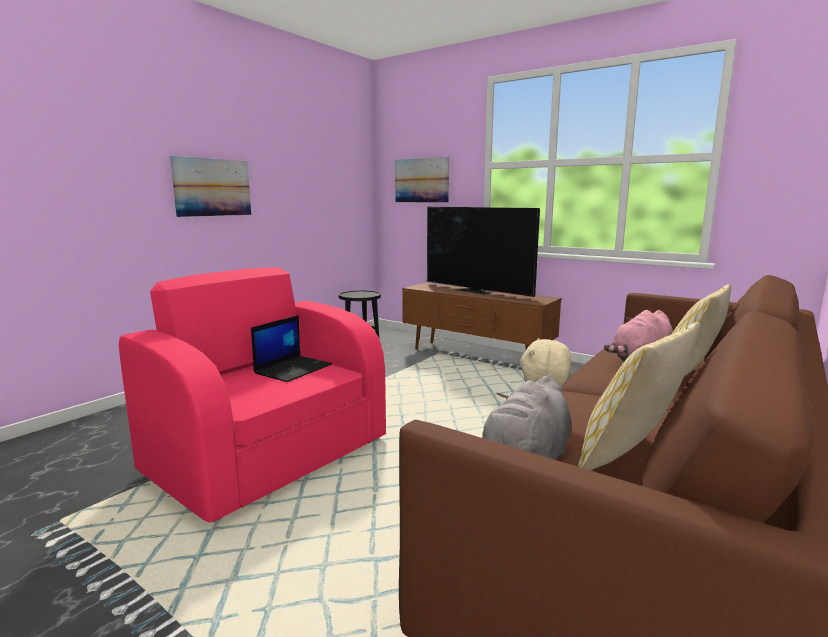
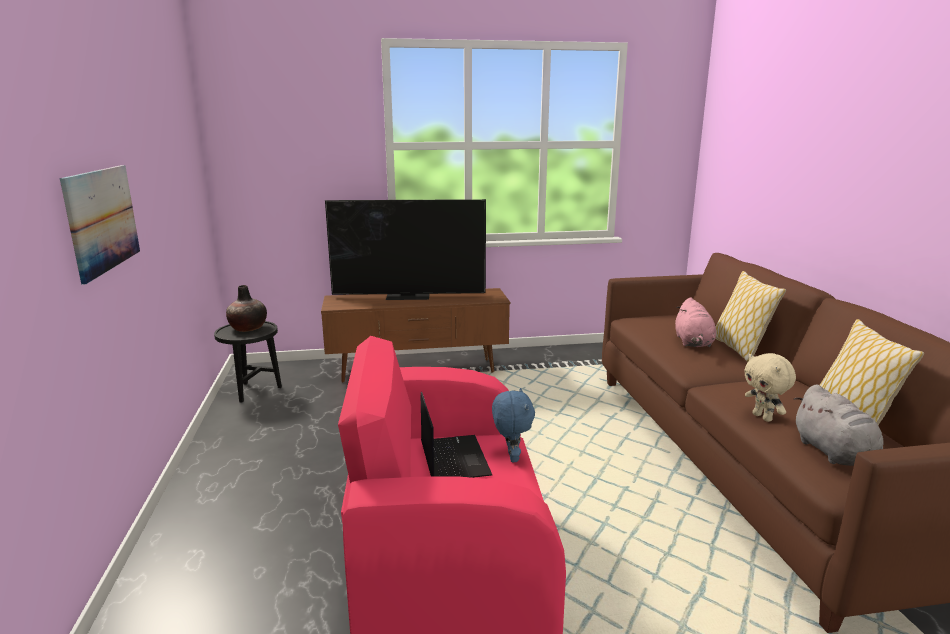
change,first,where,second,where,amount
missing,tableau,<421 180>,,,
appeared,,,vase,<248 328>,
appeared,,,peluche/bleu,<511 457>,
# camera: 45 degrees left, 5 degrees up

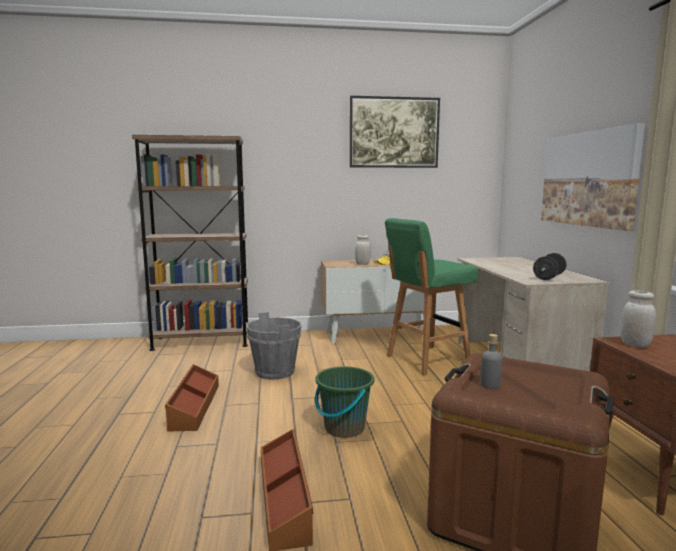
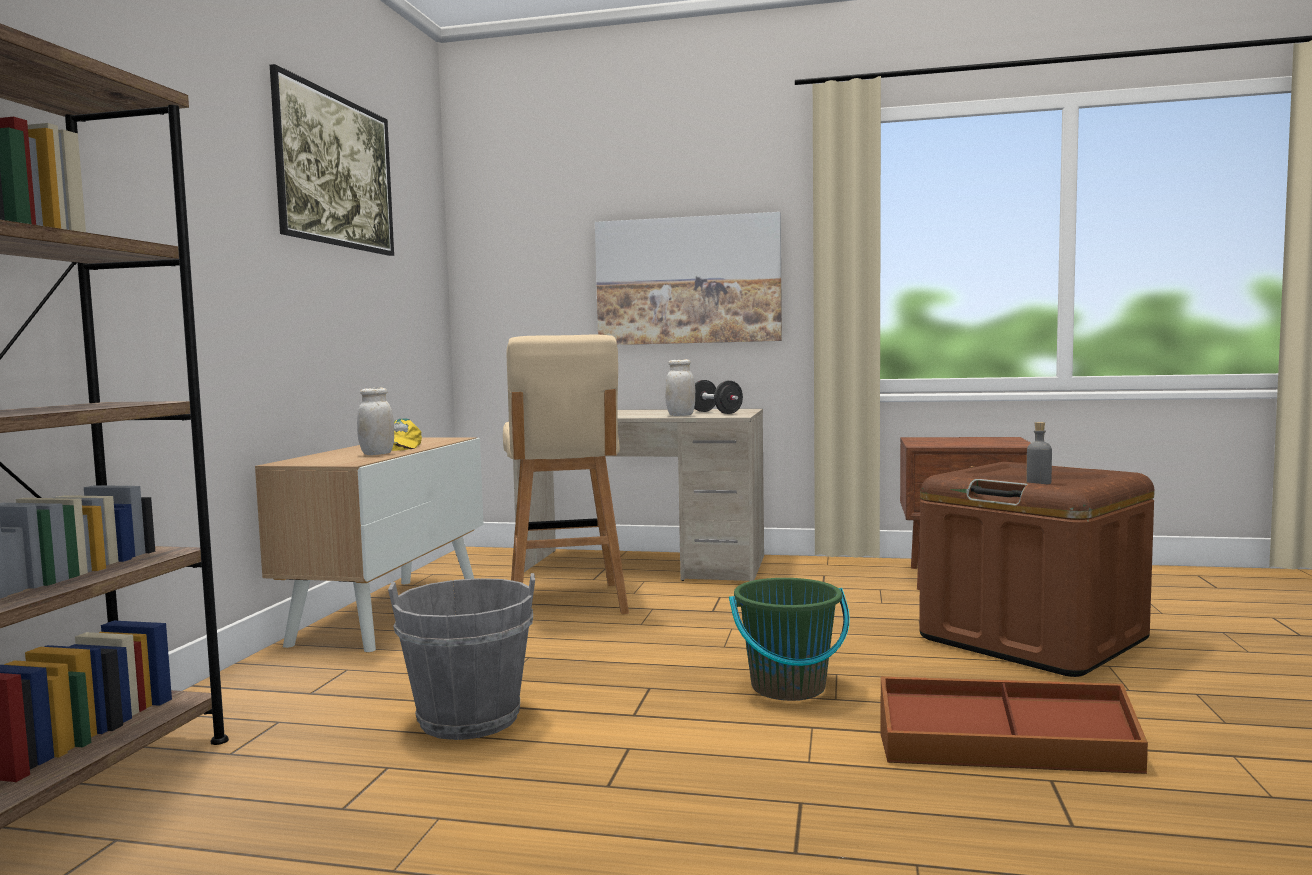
change,first,where,second,where,amount
missing,boîte de rangement/marron,<194 406>,,,
relocated,bocal/blanc,<635 345>,,<680 415>,
colour,tabouret/vert,<426 360>,tabouret/beige,<566 603>,
# camera: 70 degrees left, 5 degrees down

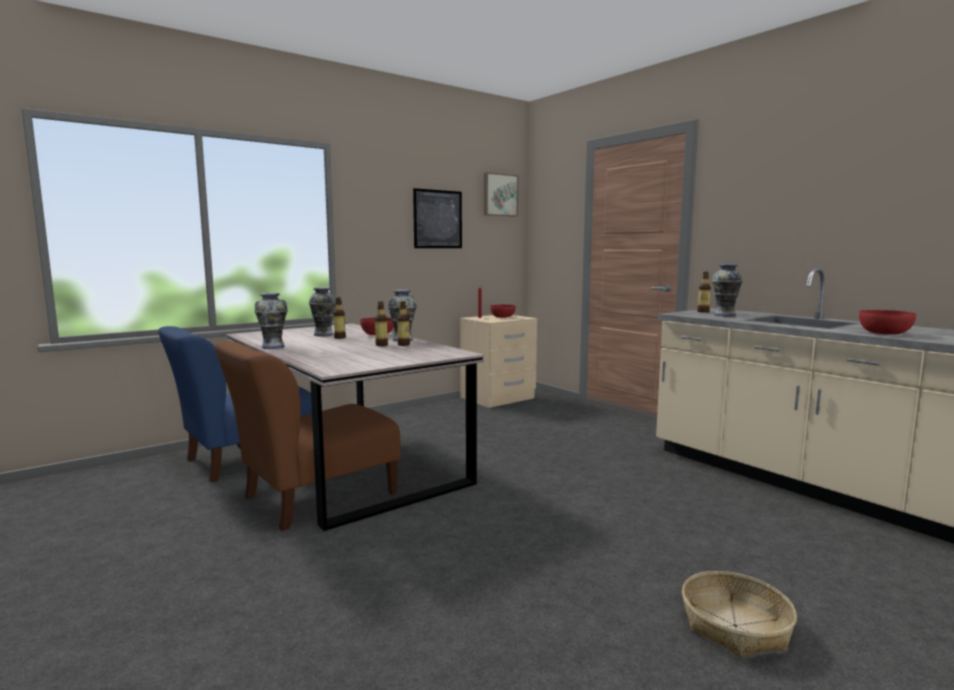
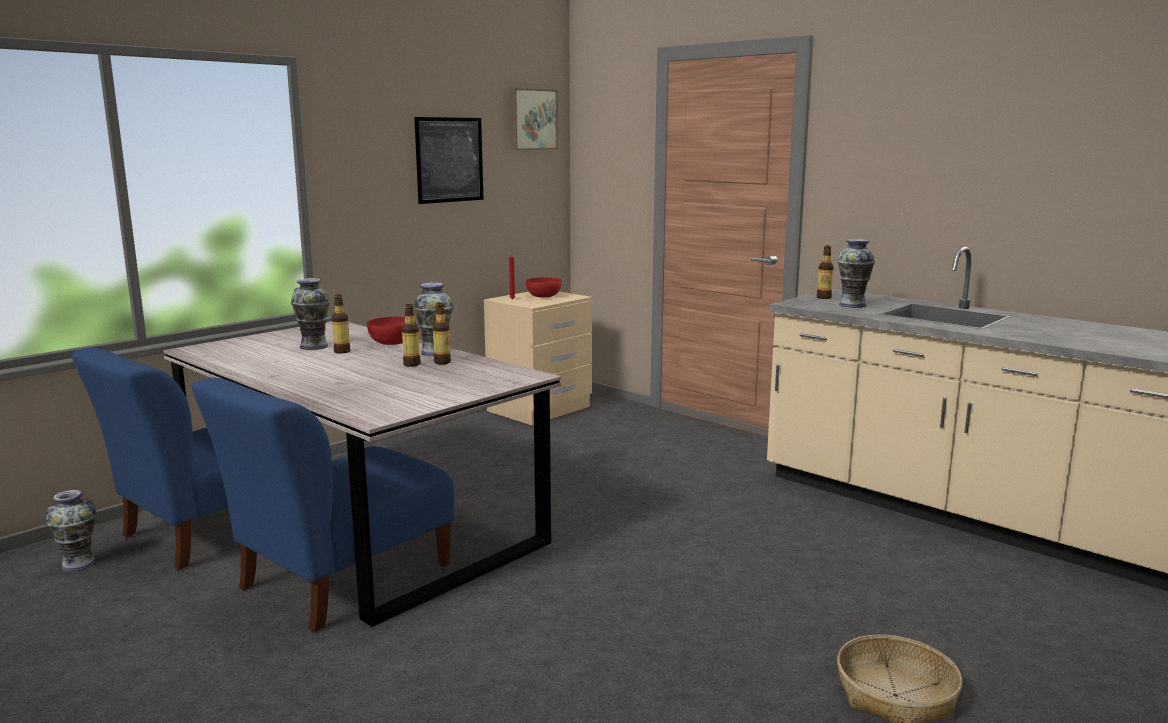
change,first,where,second,where,amount
missing,bol/rouge,<885 333>,,,
relocated,vase,<273 347>,,<79 564>,
colour,chaise/marron,<314 498>,chaise/bleu,<339 580>,
# camera: 10 degrees left, 5 degrees up

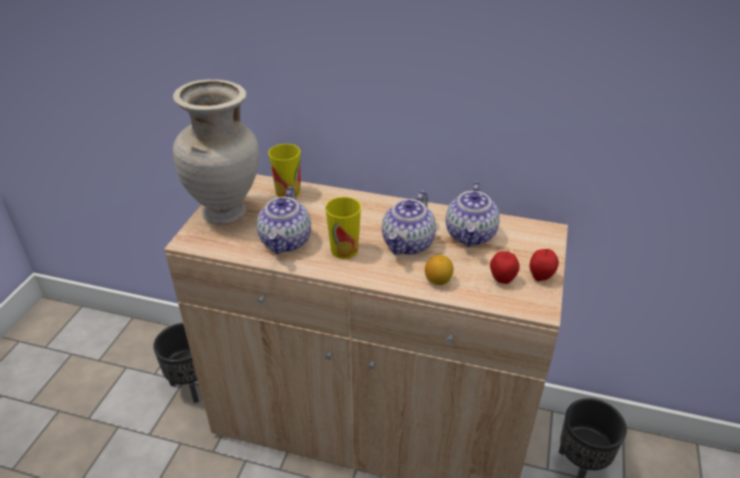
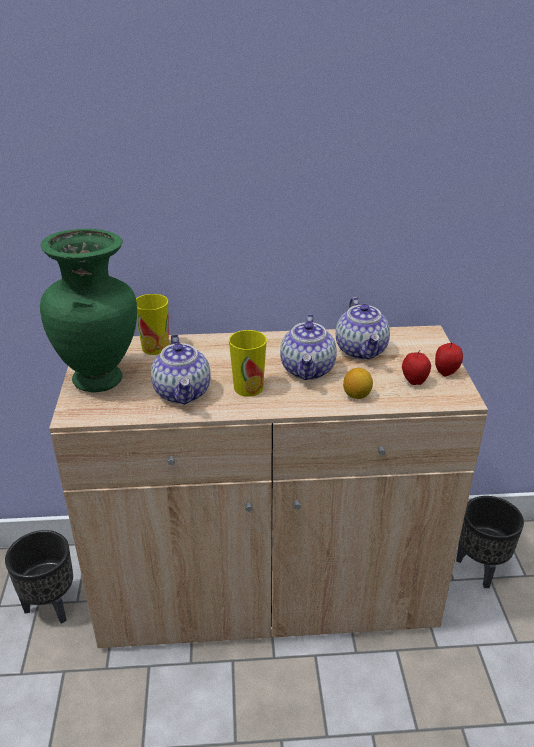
change,first,where,second,where,amount
colour,vase/beige,<227 214>,vase/vert,<100 380>,
# camera: 20 degrees left, 5 degrees down

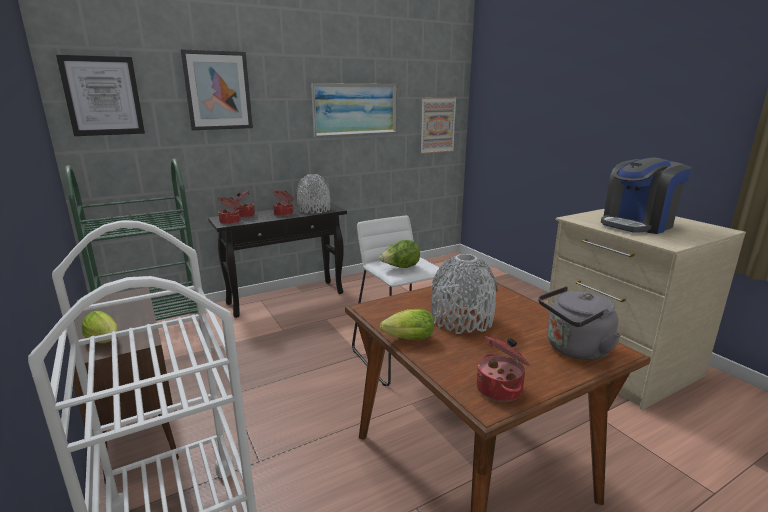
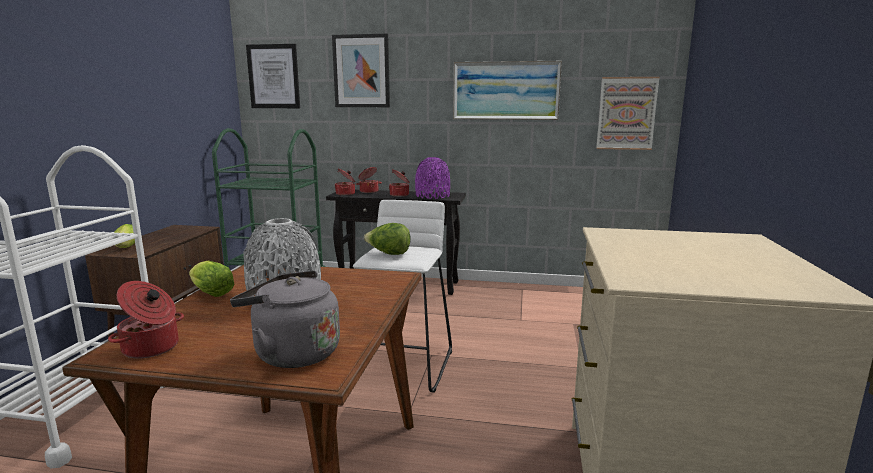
change,first,where,second,where,amount
missing,machine à café,<637 224>,,,
colour,vase/gris,<314 210>,vase/violet,<432 196>,
# camera: 40 degrees right, 5 degrees down

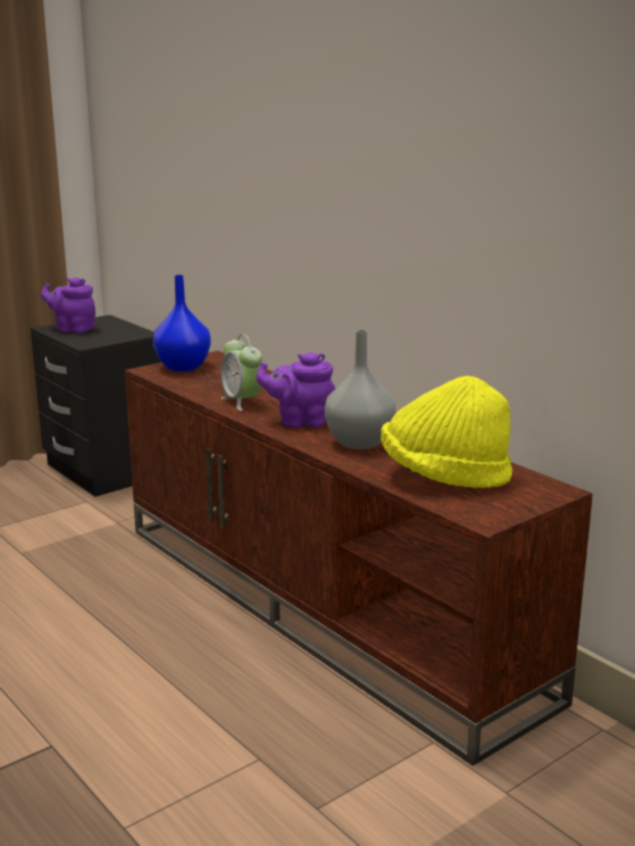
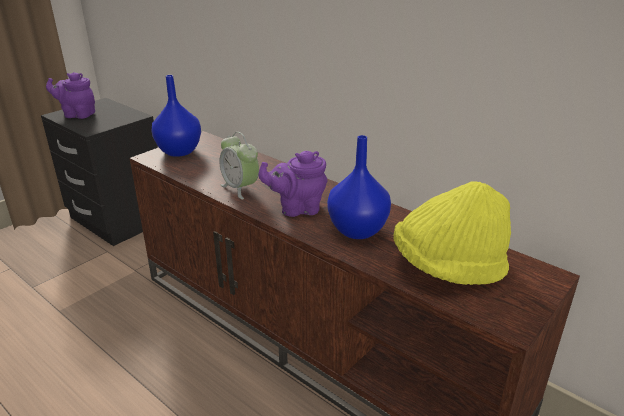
change,first,where,second,where,amount
colour,vase/gris,<358 443>,vase/bleu,<356 231>,
# camera: 10 degrees left, 10 degrees up

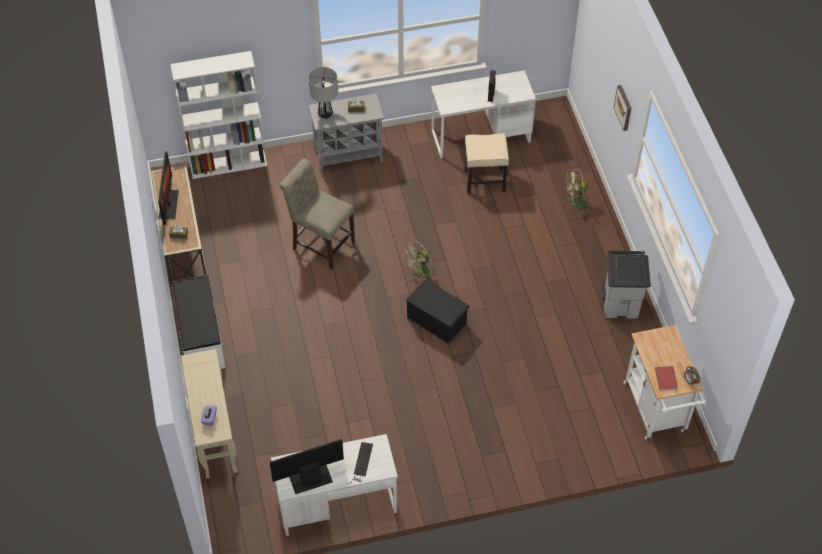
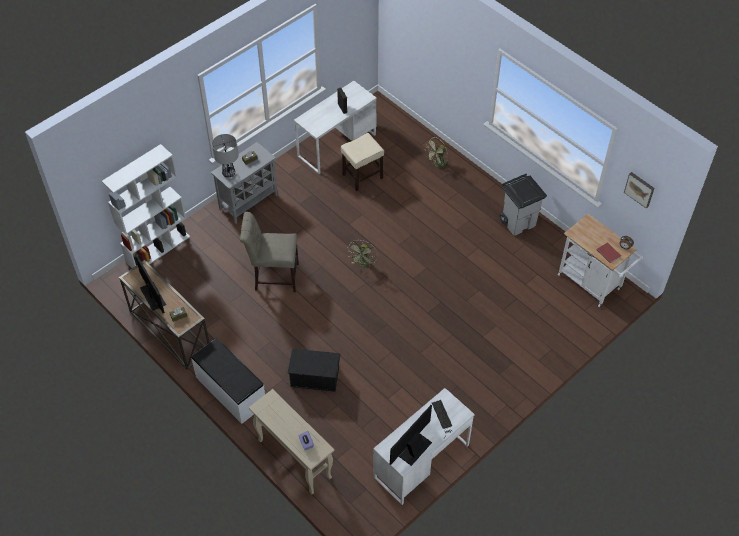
change,first,where,second,where,amount
relocated,boîte de rangement/noir,<437 319>,,<314 376>,
relocated,tableau,<624 107>,,<640 189>,
# camera: 30 degrees left, 0 degrees up

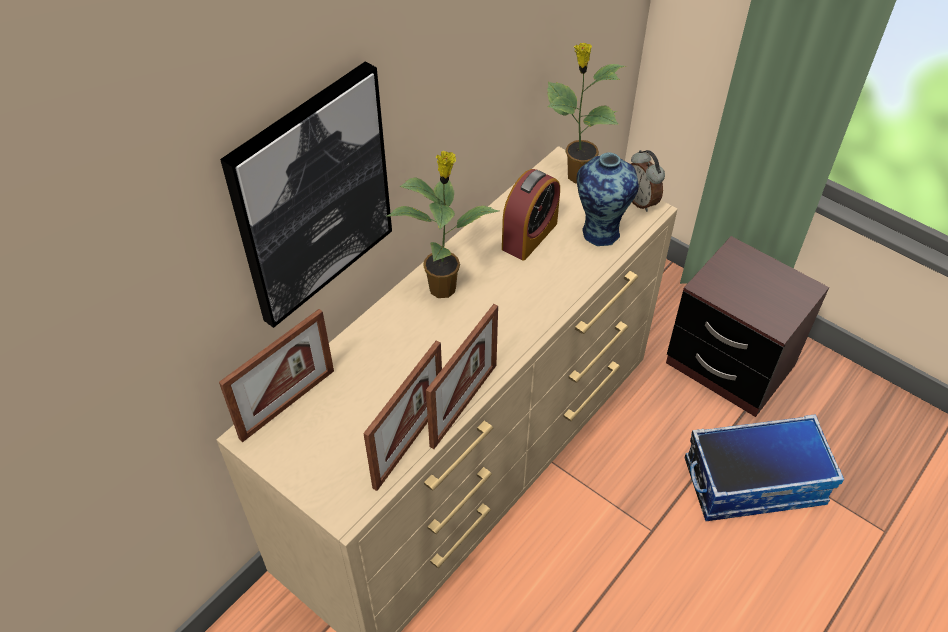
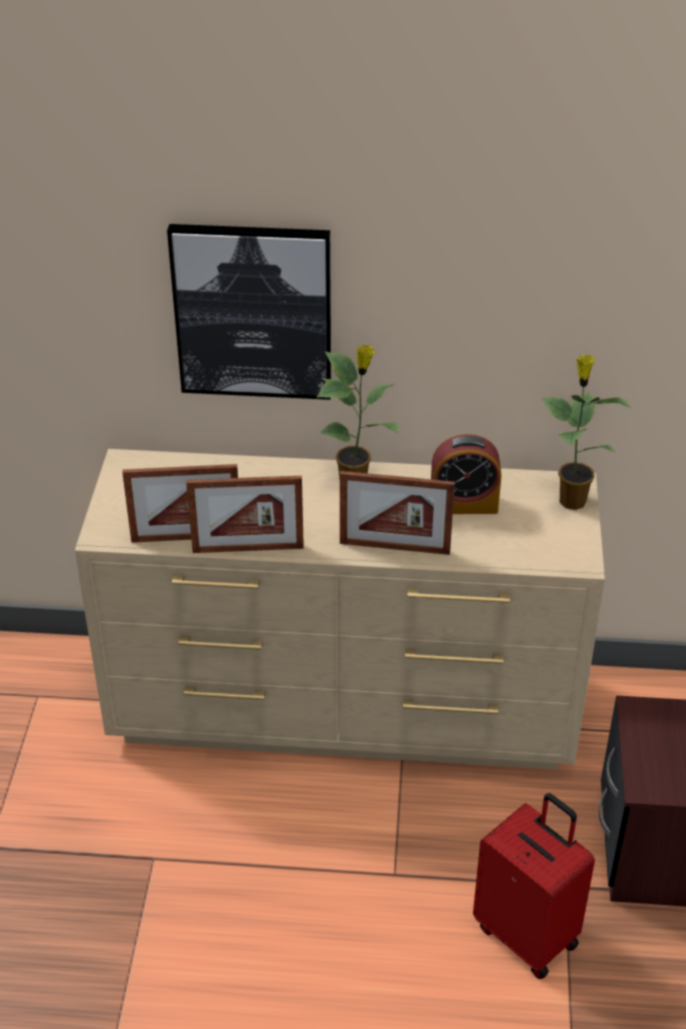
change,first,where,second,where,amount
missing,vase,<600 231>,,,
missing,réveil,<641 201>,,,
relocated,cadre photo,<287 404>,,<394 547>,
exchanged,boîte de rangement,<754 481>,valise/rouge,<528 934>,
# camera: 55 degrees right, 10 degrees down

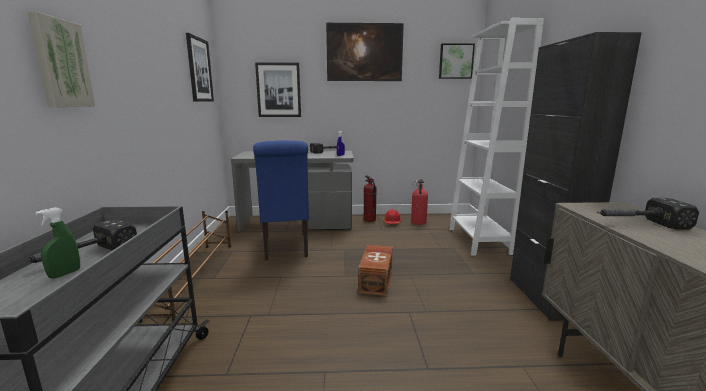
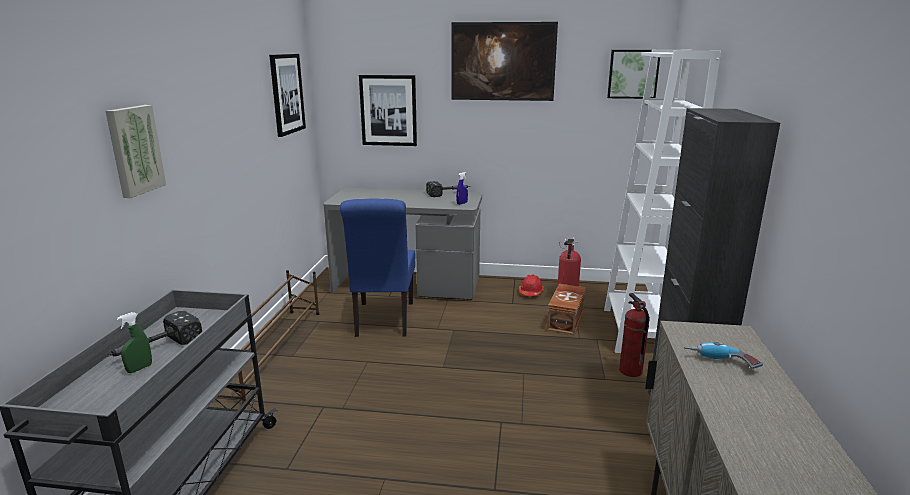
change,first,where,second,where,amount
relocated,boîte de rangement/marron,<377 280>,,<566 320>,
relocated,extincteur,<369 220>,,<630 371>,
exchanged,marteau,<636 223>,perceuse,<720 363>,
# camera: 10 degrees right, 5 degrees up

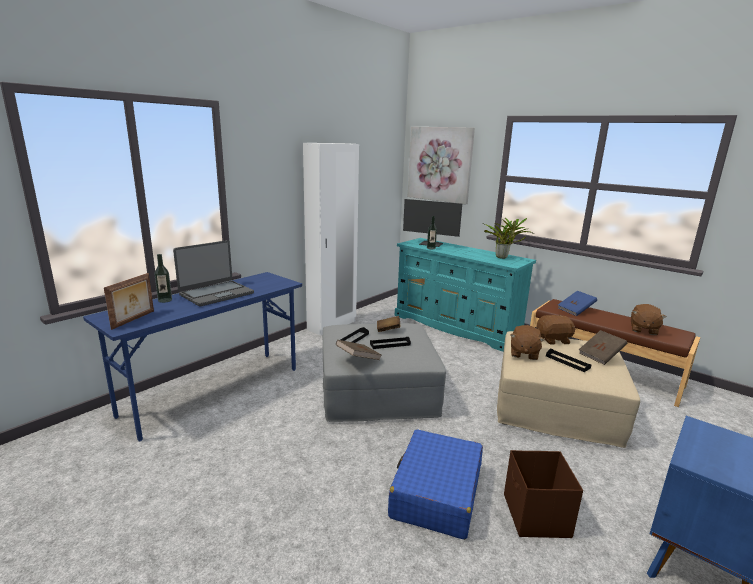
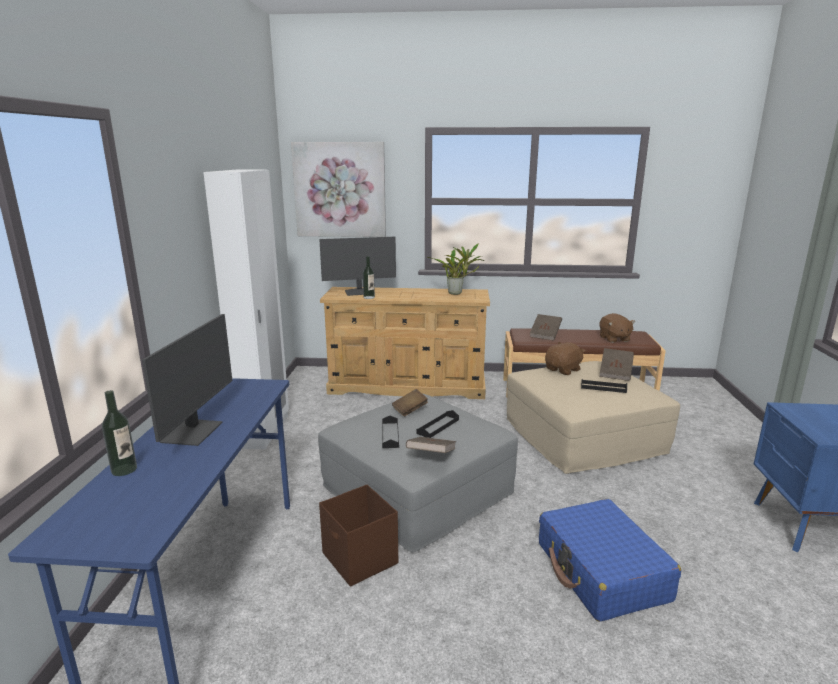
change,first,where,second,where,amount
missing,cadre photo,<134 320>,,,
missing,peluche/marron,<524 353>,,,
relocated,boîte de rangement/marron,<536 516>,,<360 559>,
exchanged,ordinateur portable,<216 294>,écran d'ordinateur,<194 432>,
colour,commode/turquoise,<456 326>,commode/beige,<408 386>,
colour,livre/bleu,<575 310>,livre/marron,<545 335>,
# camera: 35 degrees left, 0 degrees up

